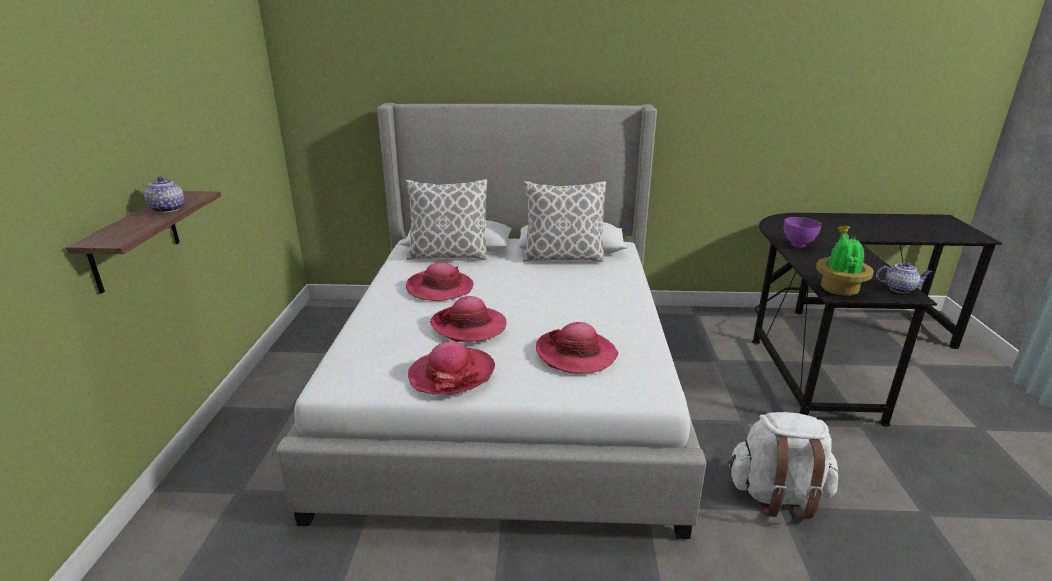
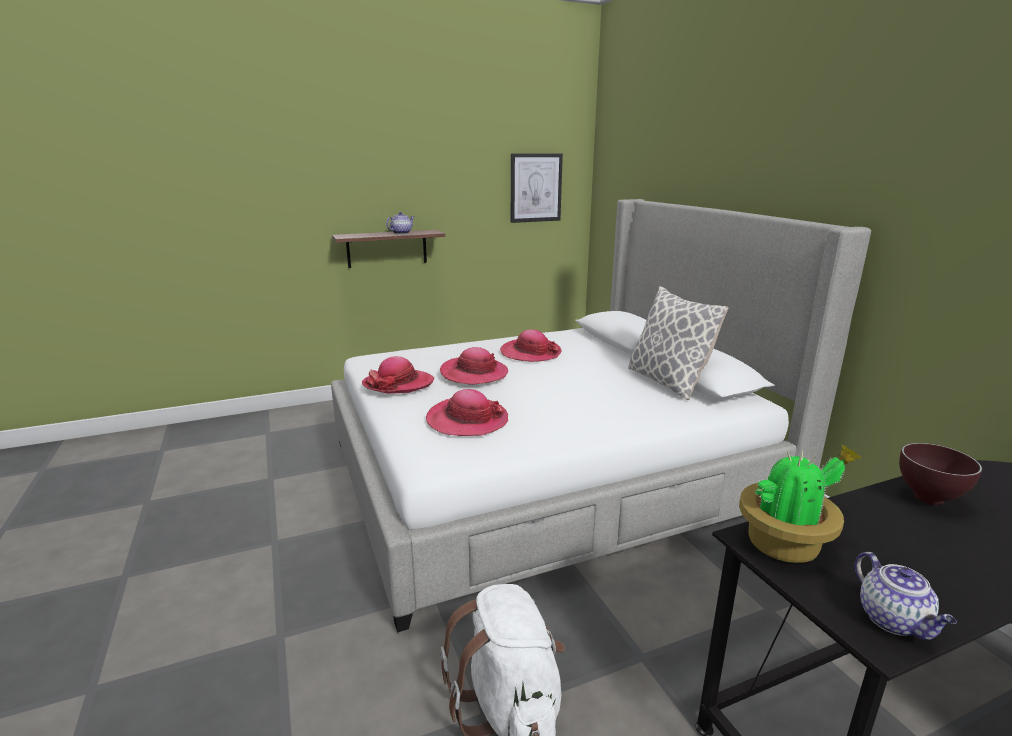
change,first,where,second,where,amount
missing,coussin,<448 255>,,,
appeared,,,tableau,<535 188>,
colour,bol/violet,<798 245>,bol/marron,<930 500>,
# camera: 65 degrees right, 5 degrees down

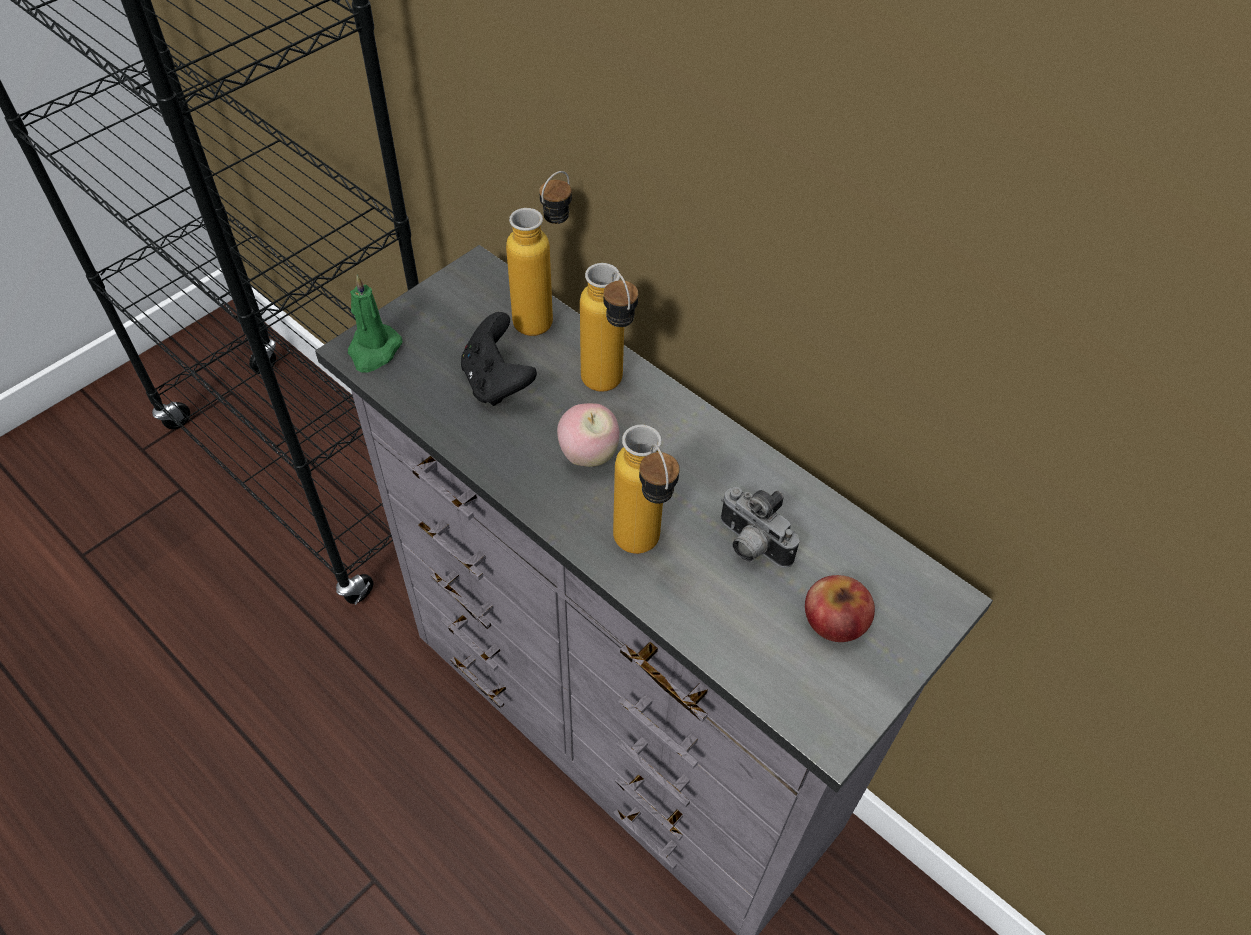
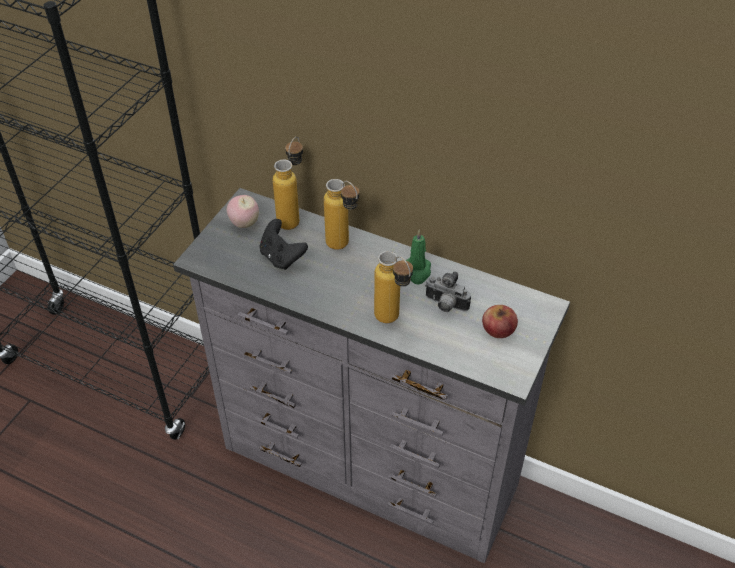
change,first,where,second,where,amount
relocated,bougie/vert,<374 351>,,<417 271>,
relocated,pomme,<588 455>,,<244 223>,
# camera: 15 degrees left, 5 degrees down

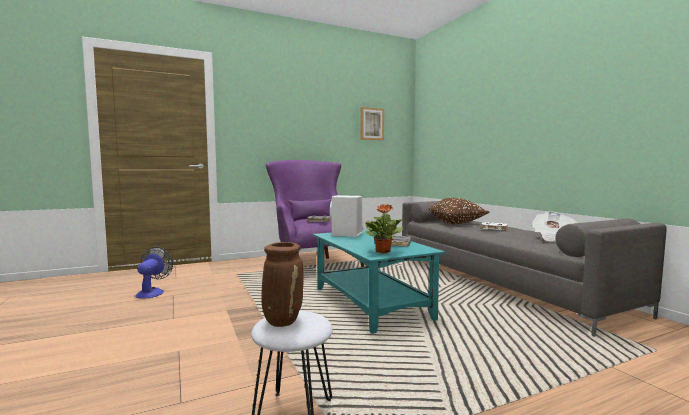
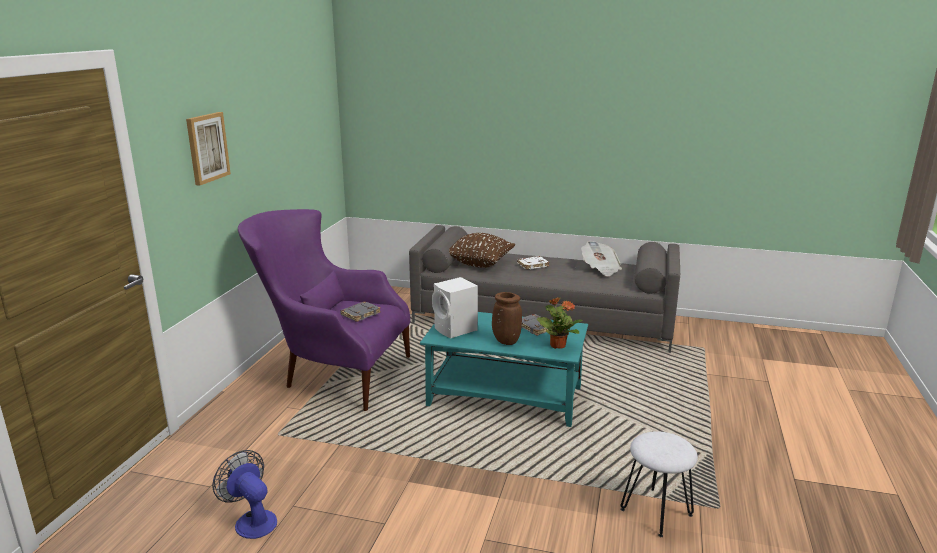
change,first,where,second,where,amount
relocated,vase/marron,<282 321>,,<505 341>,
relocated,tableau,<371 124>,,<207 147>,
# camera: 50 degrees left, 15 degrees up

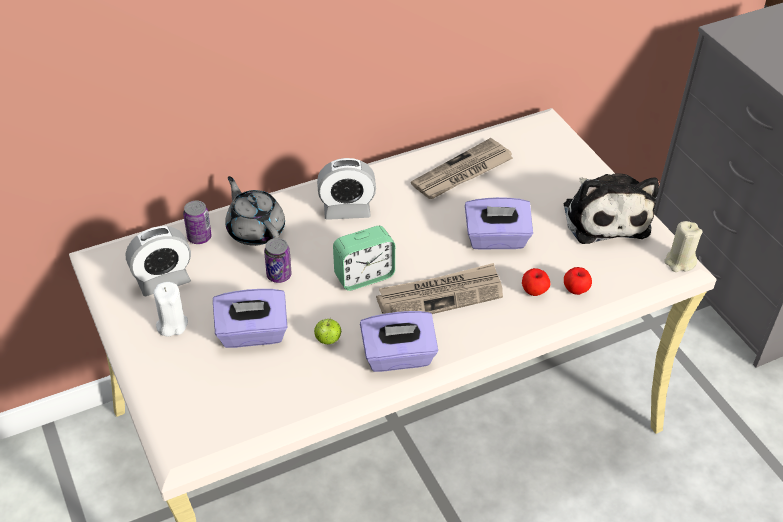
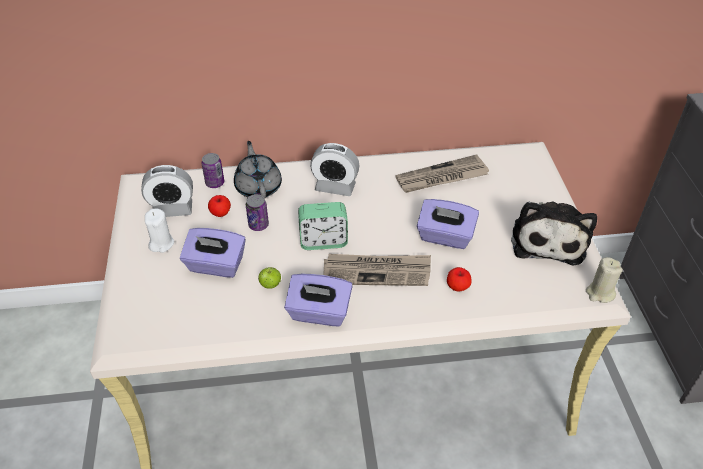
change,first,where,second,where,amount
relocated,pomme,<575 289>,,<220 213>,
# camera: 20 degrees right, 0 degrees up

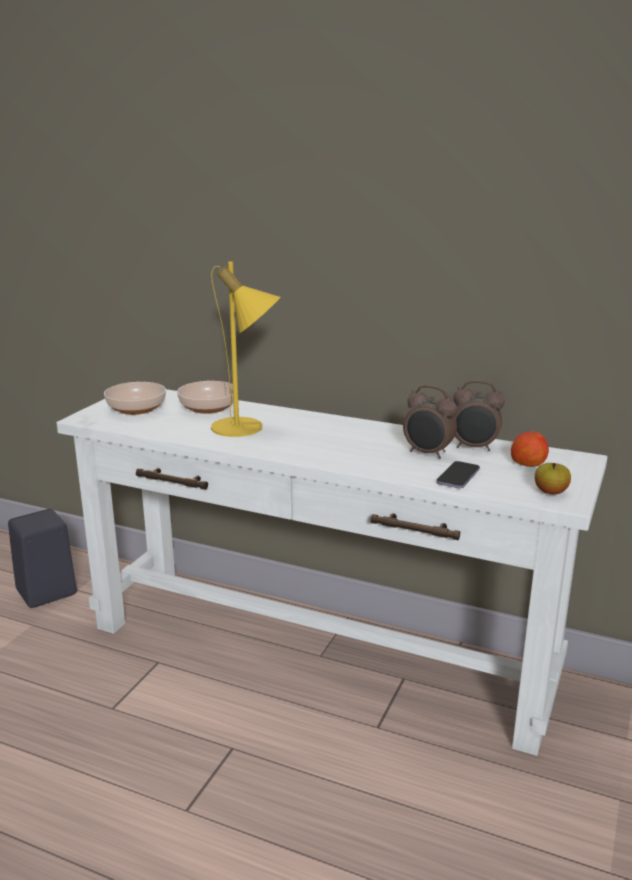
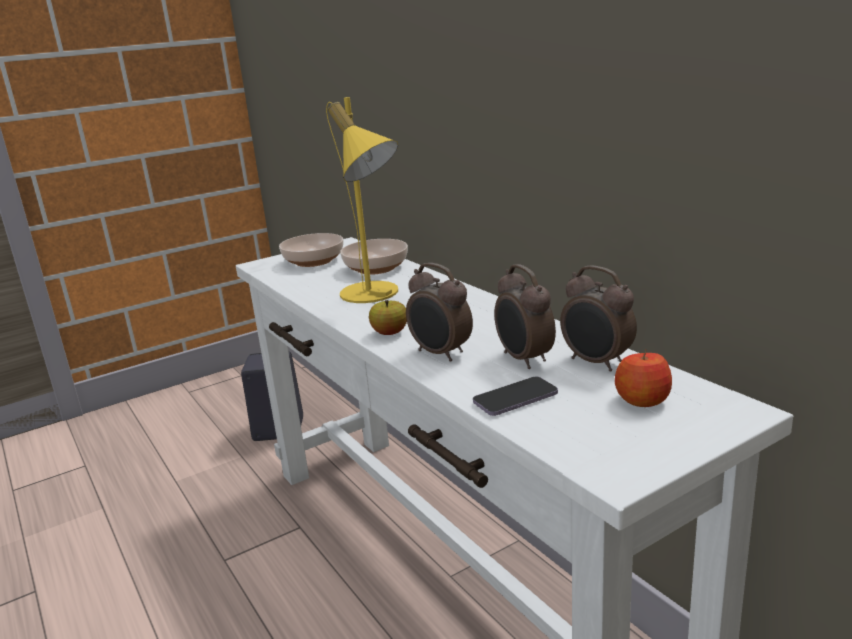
change,first,where,second,where,amount
appeared,,,réveil,<440 354>,
relocated,pomme,<550 492>,,<390 333>,
# camera: 35 degrees right, 0 degrees up

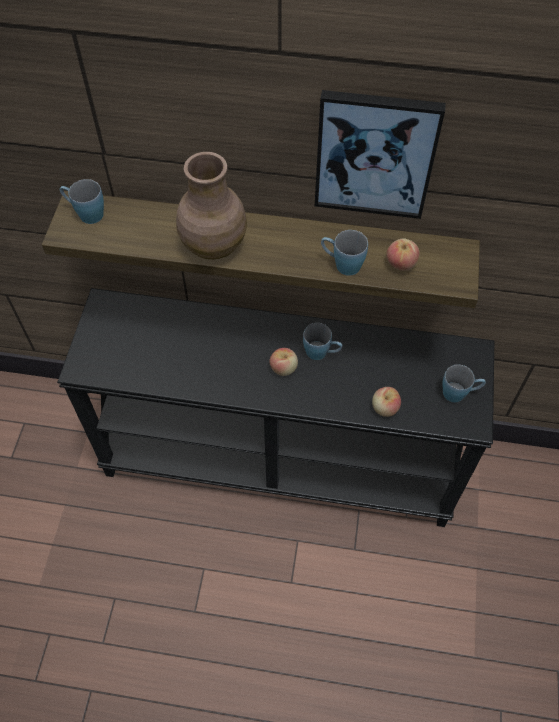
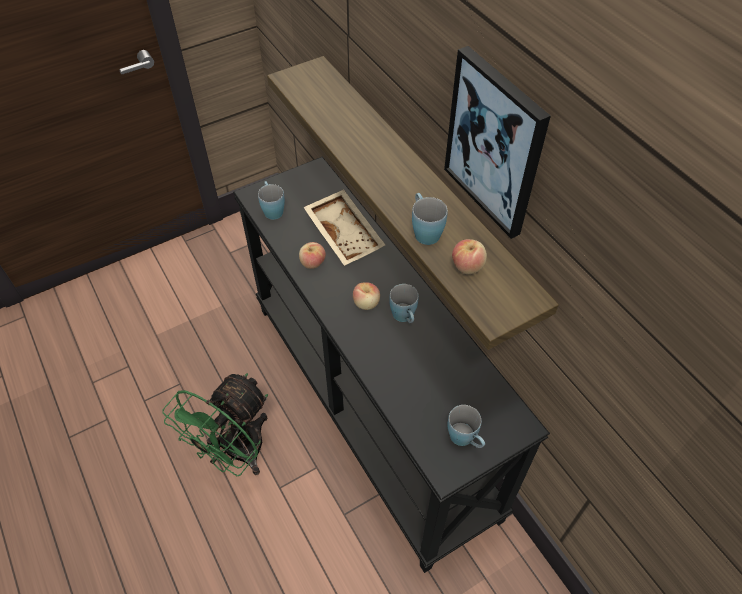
change,first,where,second,where,amount
missing,vase/marron,<213 245>,,,
appeared,,,ventilateur/vert,<236 453>,
appeared,,,plateau/beige,<345 233>,
relocated,mug/bleu,<86 213>,,<272 209>,
relocated,pomme,<384 408>,,<312 263>,
# camera: 50 degrees right, 5 degrees down

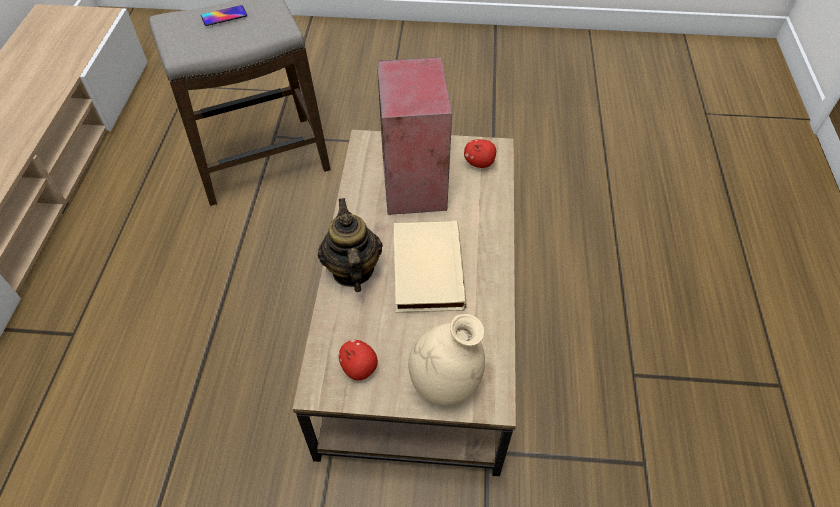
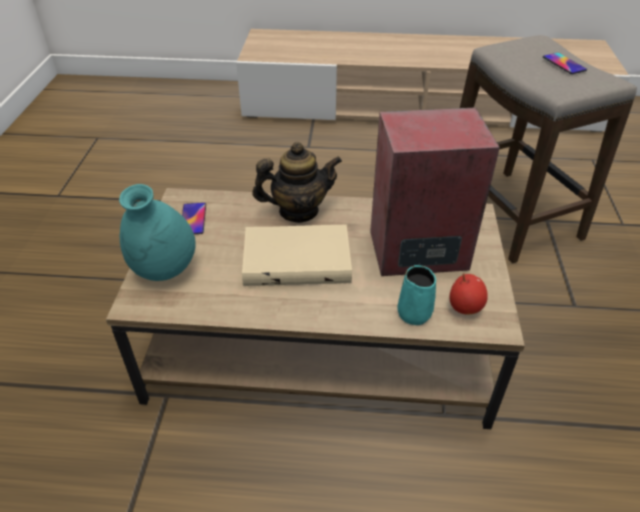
change,first,where,second,where,amount
appeared,,,mug/turquoise,<413 312>,
exchanged,pomme,<359 368>,téléphone,<193 219>,
colour,vase/beige,<445 383>,vase/turquoise,<164 271>,
# camera: 90 degrees right, 10 degrees down

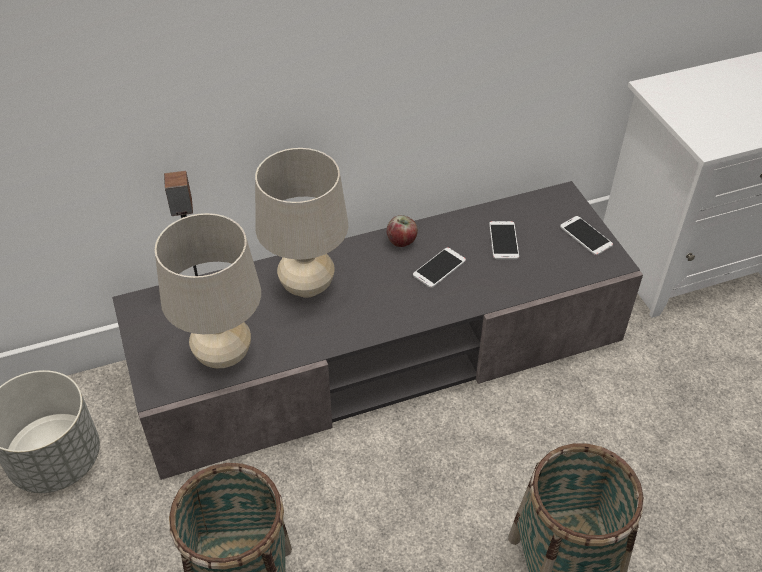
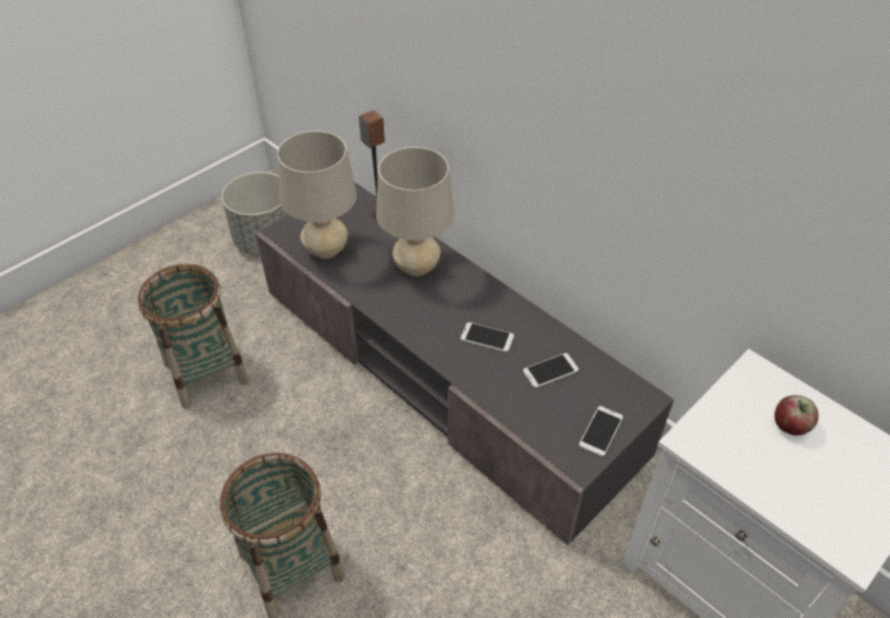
change,first,where,second,where,amount
relocated,pomme,<401 241>,,<790 426>,
# camera: 65 degrees right, 0 degrees up

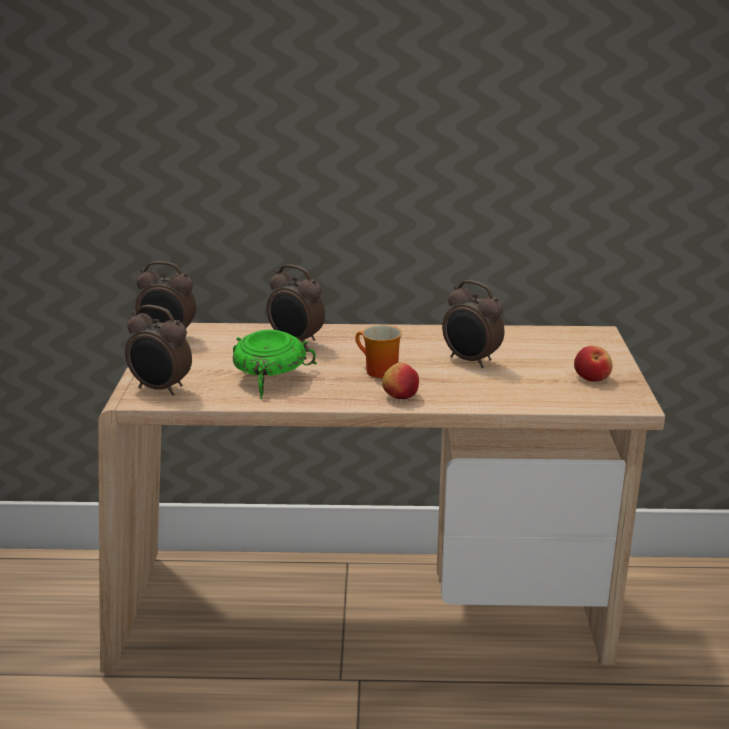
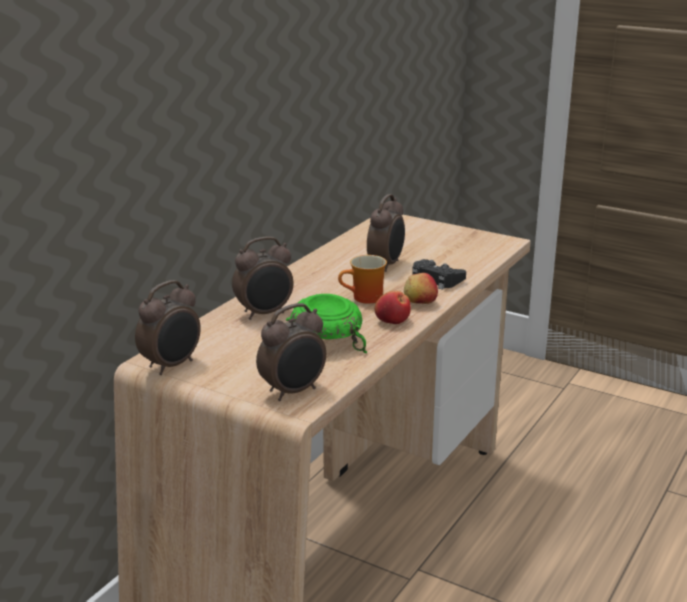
change,first,where,second,where,amount
appeared,,,manette/noir,<436 280>,
relocated,pomme,<592 377>,,<392 320>,
spun,réveil,<470 361>,,<386 265>,45 degrees counterclockwise
# camera: 60 degrees left, 0 degrees up

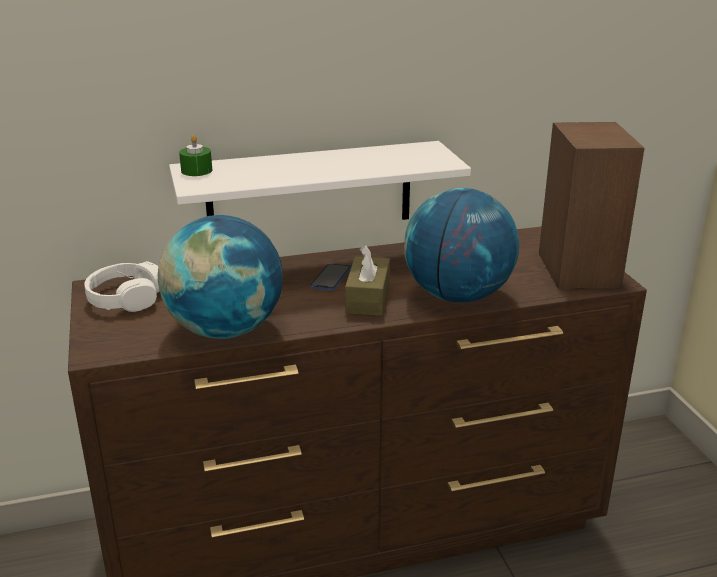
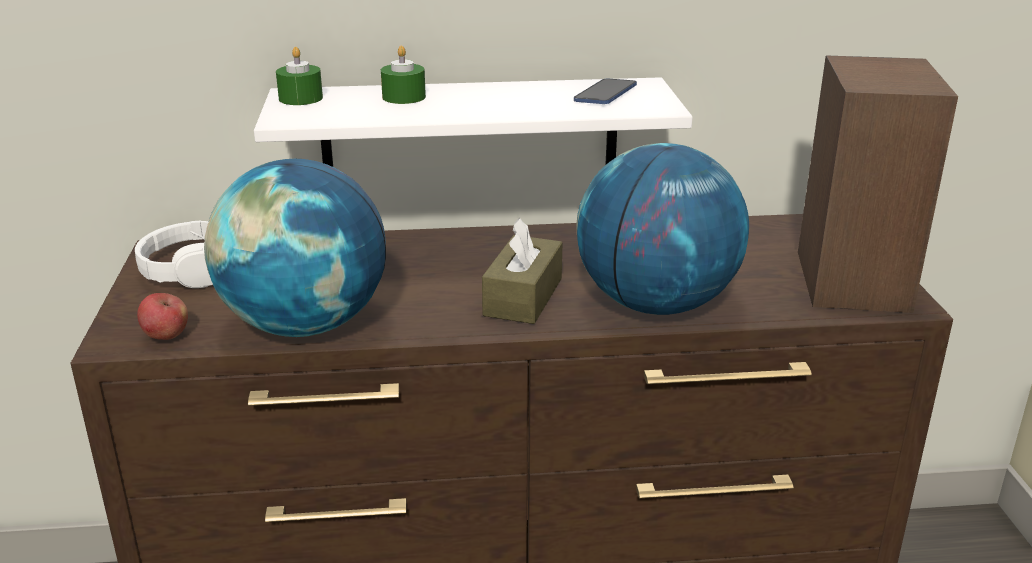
change,first,where,second,where,amount
appeared,,,pomme,<166 337>,
appeared,,,bougie/vert,<404 97>,
relocated,téléphone,<330 278>,,<605 94>,
# camera: 10 degrees right, 0 degrees up

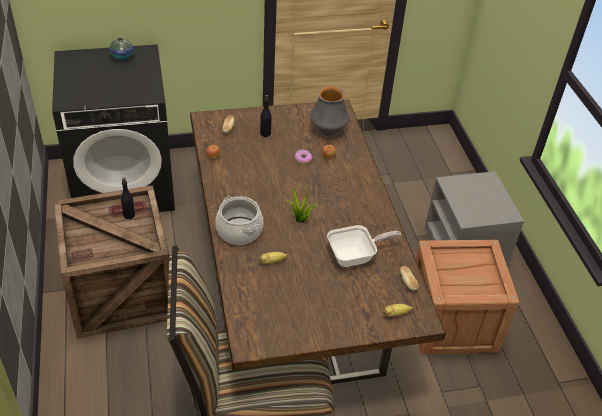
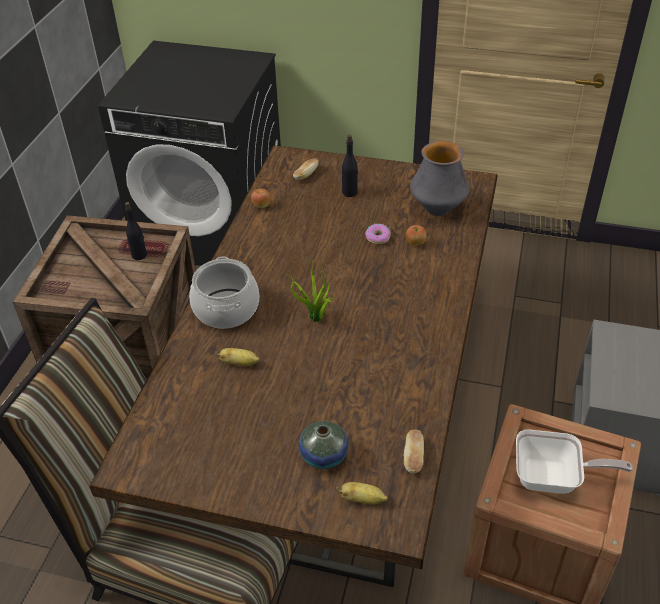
change,first,where,second,where,amount
relocated,vase,<122 57>,,<324 455>,
relocated,poêle,<355 256>,,<553 478>,
# camera: 30 degrees right, 0 degrees up

